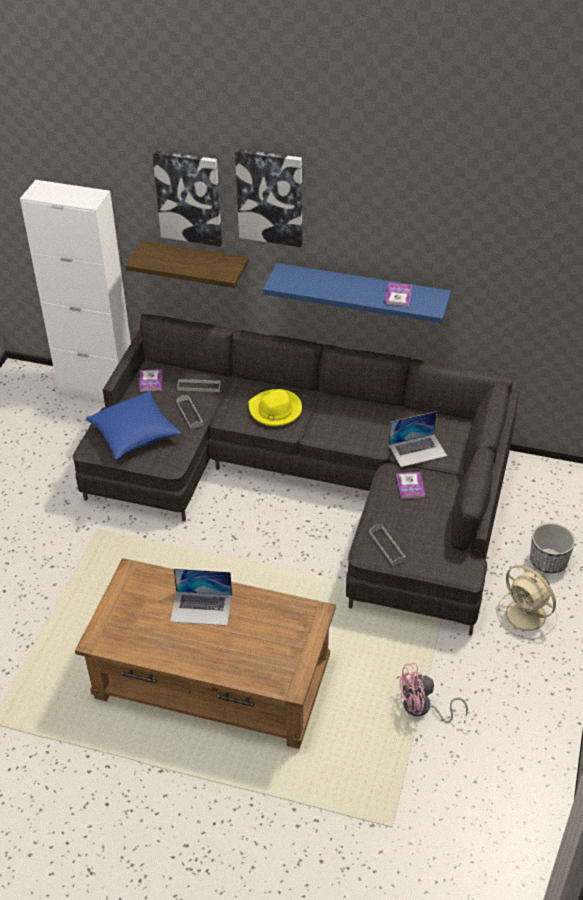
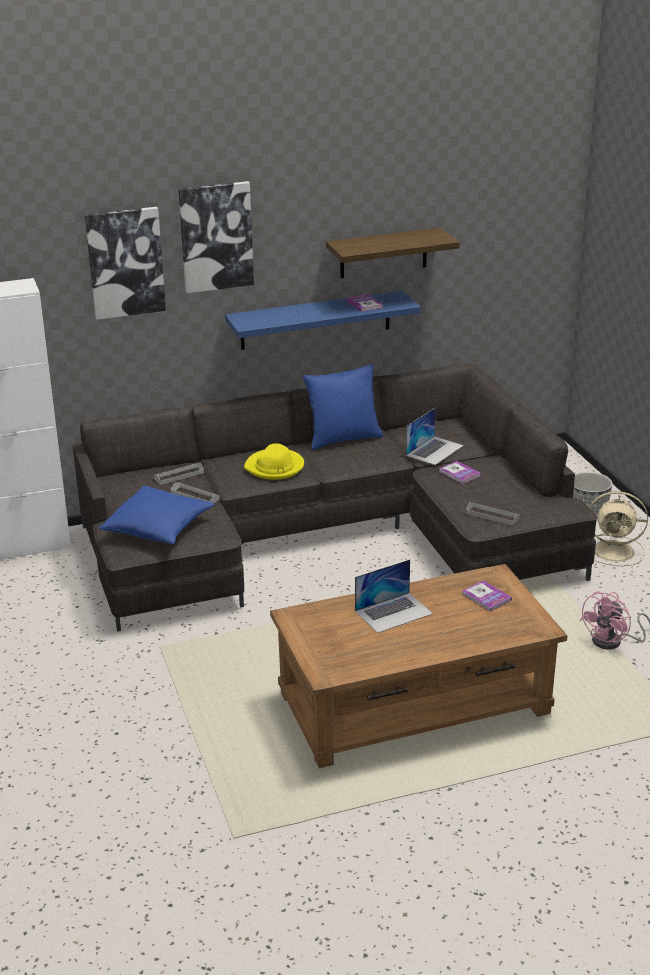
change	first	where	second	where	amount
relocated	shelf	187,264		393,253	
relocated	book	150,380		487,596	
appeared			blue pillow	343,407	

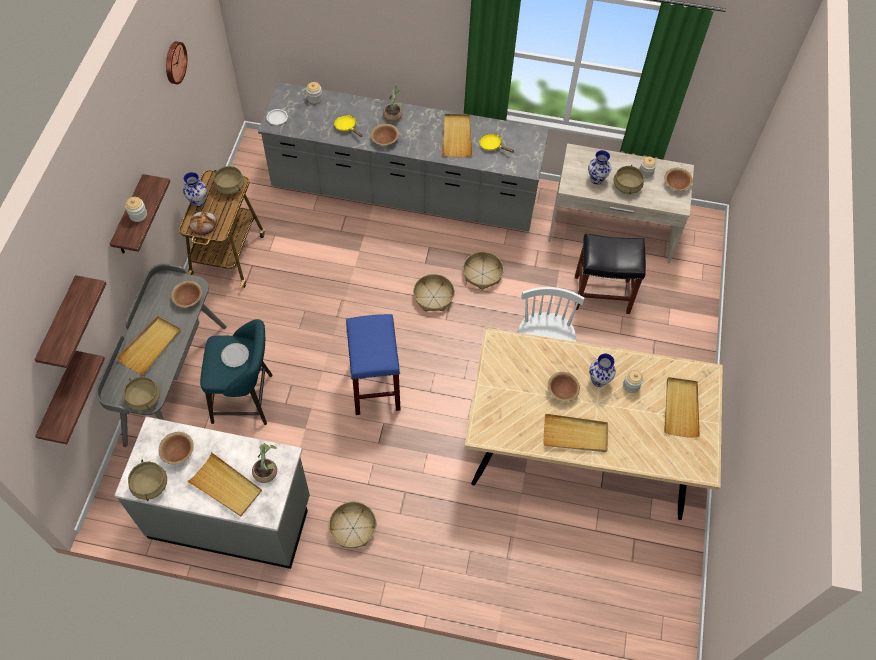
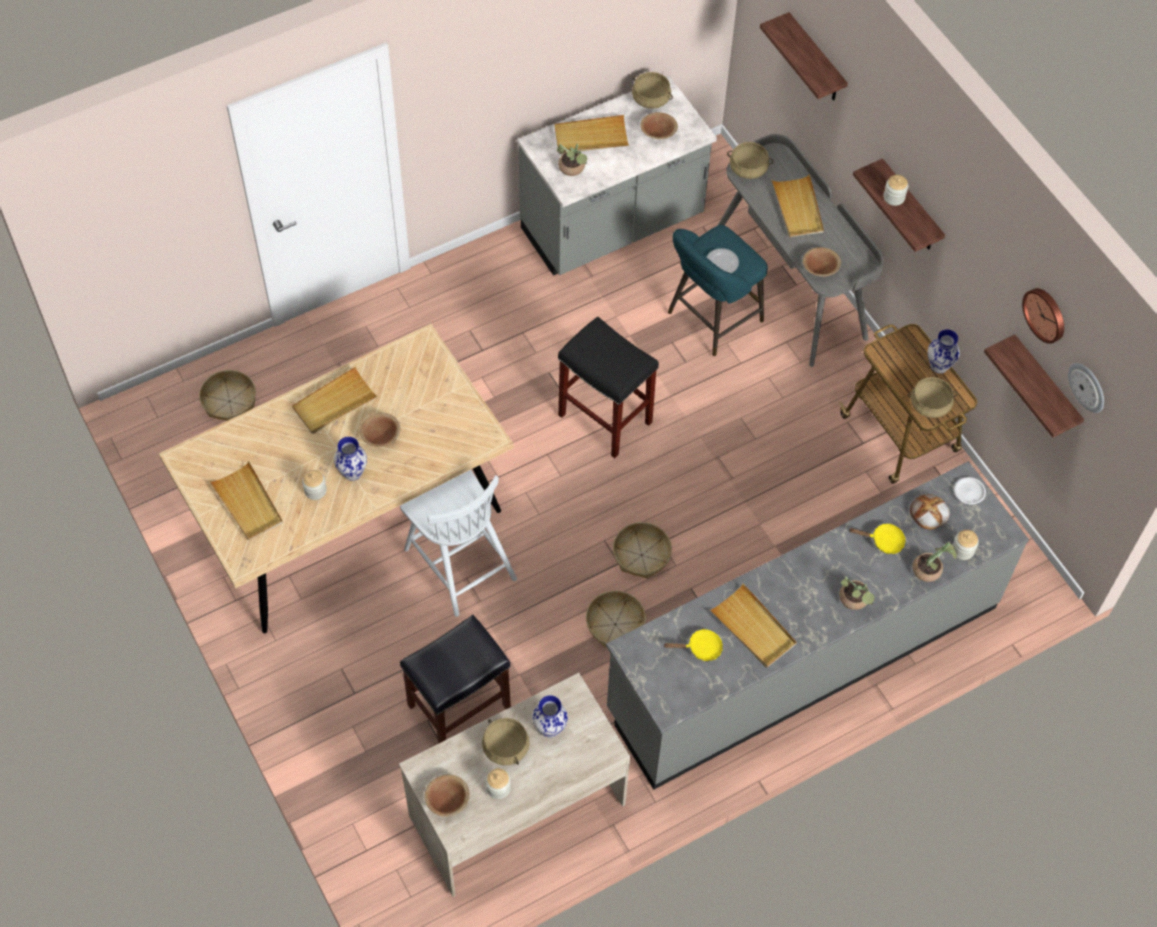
change	first	where	second	where	amount
missing	brown bowl	385,134			
relocated	bread	203,223		930,512	
colour	blue stool	373,364	black stool	608,387	
relocated	shelf	70,397		1034,386	
relocated	basket	352,525		227,395	
appeared			wall clock	1086,388	
appeared			potted plant	934,562	

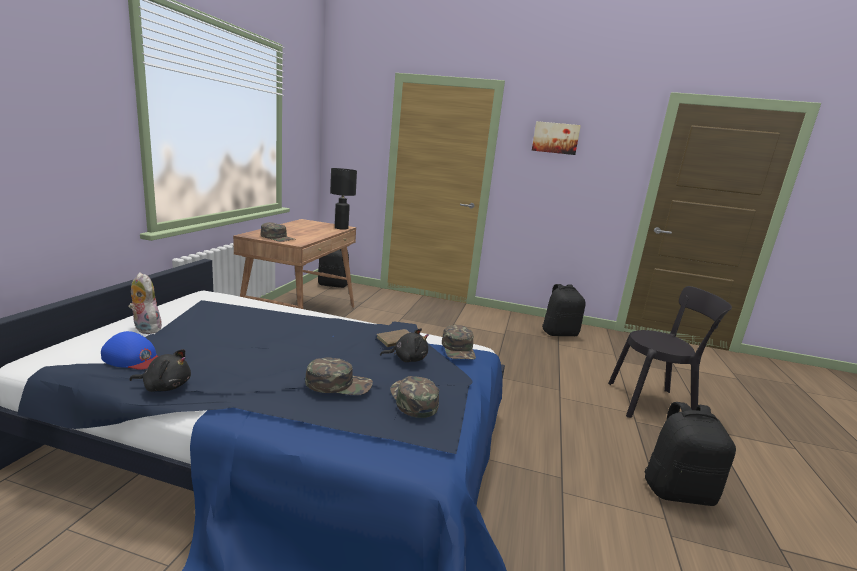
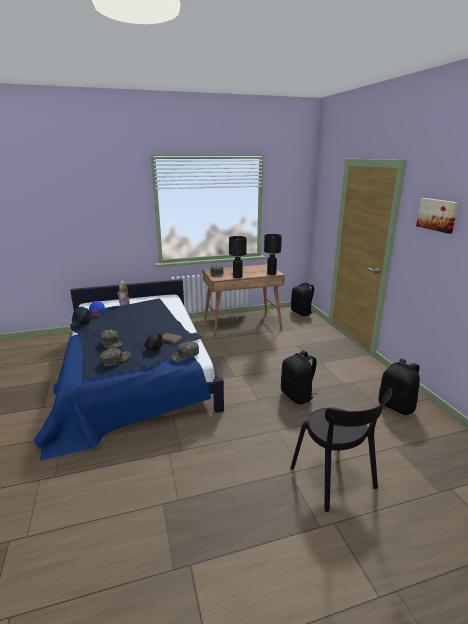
change	first	where	second	where	amount
relocated	black backpack	690,454		299,377	
appeared			black table lamp	238,257	

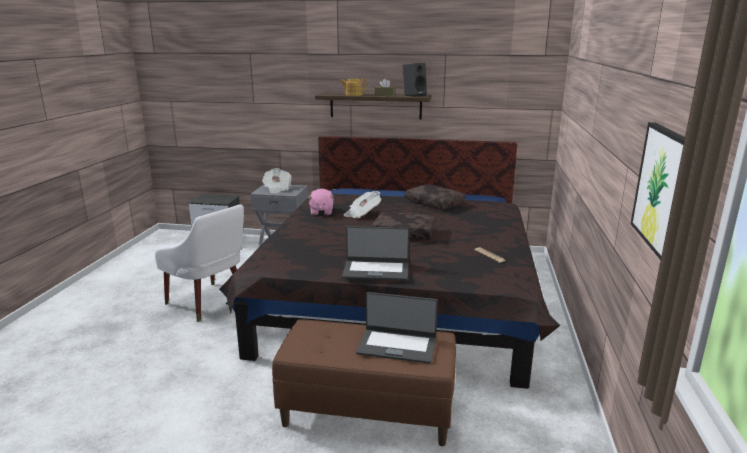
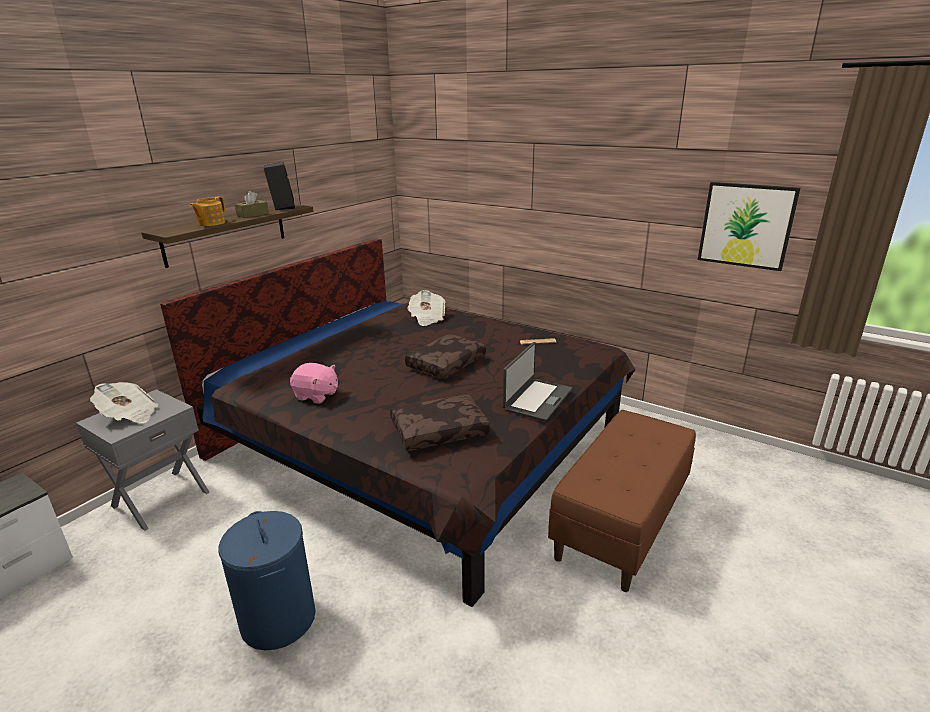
change	first	where	second	where	amount
relocated	brown pillow	435,196		440,422	
relocated	newspaper	362,204		426,308	
exchanged	white armchair	199,263	blue laundry basket	267,580	
missing	laptop	397,328			

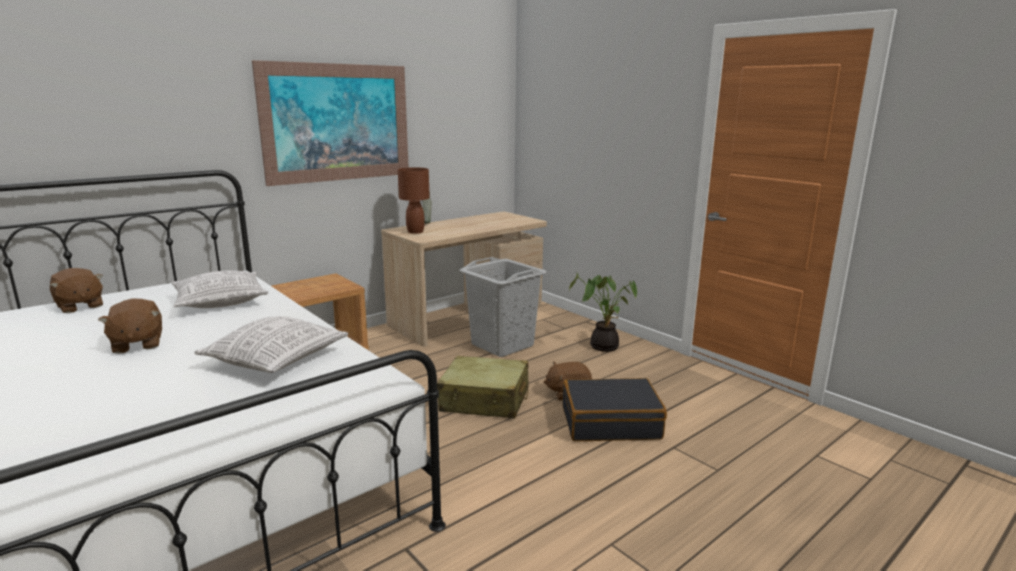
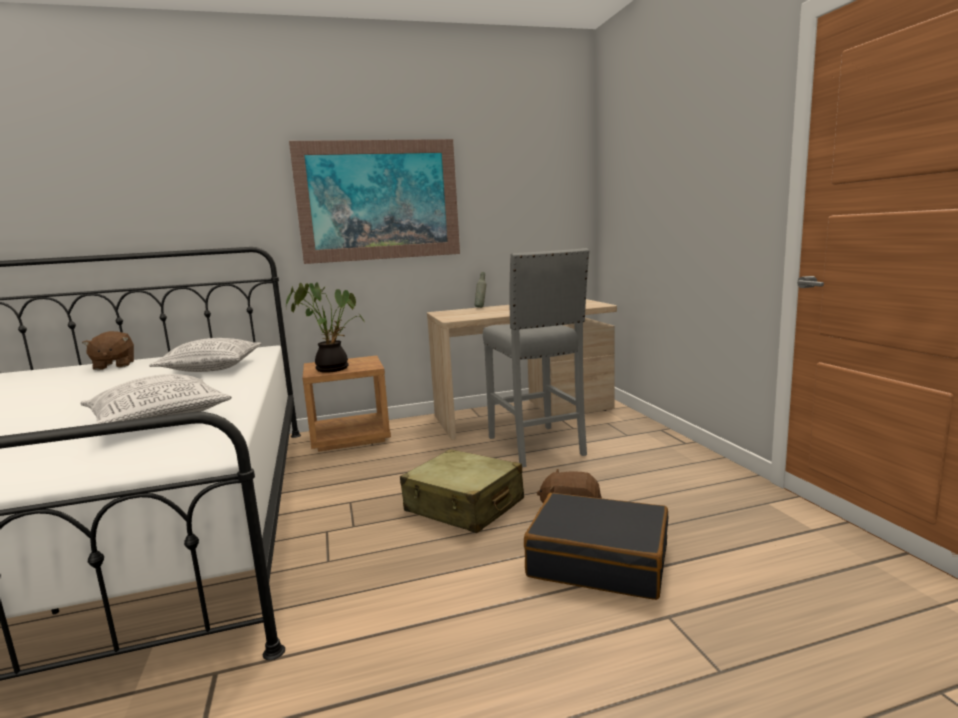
change	first	where	second	where	amount
missing	brown table lamp	414,200			
exchanged	grey laundry basket	503,307	grey stool	536,358	
relocated	potted plant	603,312		325,327	
missing	brown plush toy	130,326			

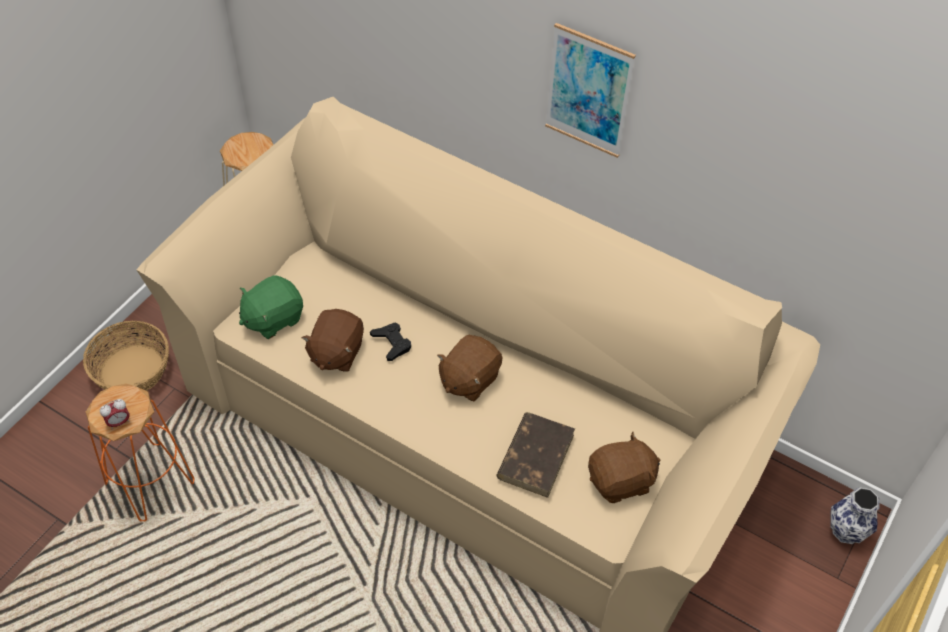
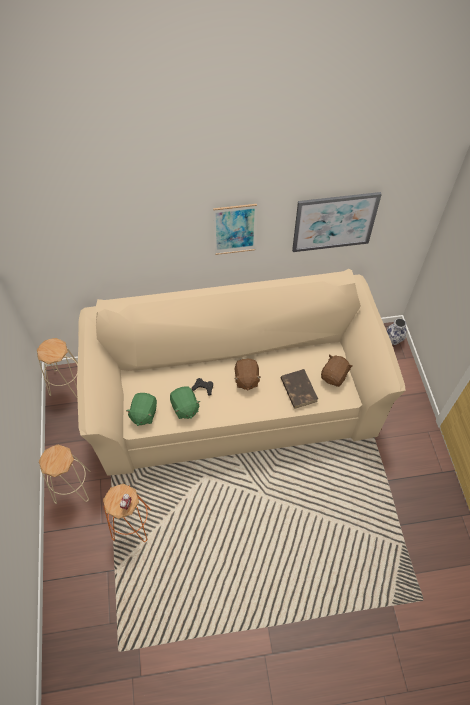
change	first	where	second	where	amount
colour	brown plush toy	333,340	green plush toy	185,402	
exchanged	basket	126,356	beige stool	64,474	
appeared			picture	337,222	

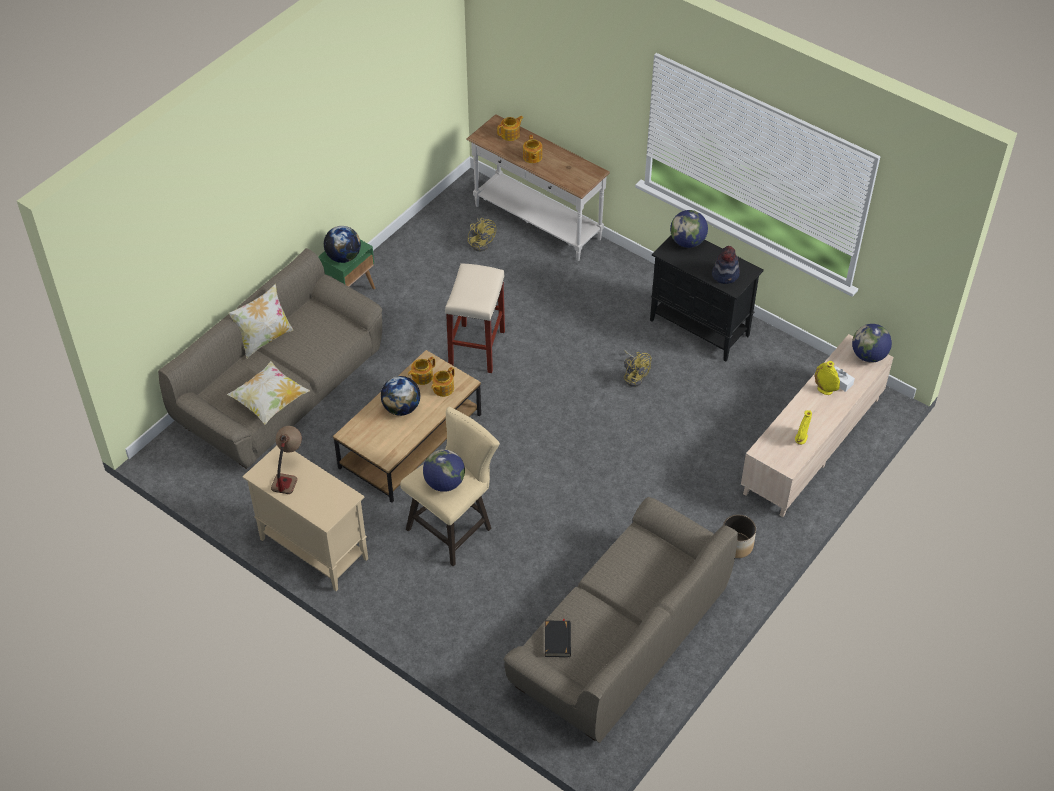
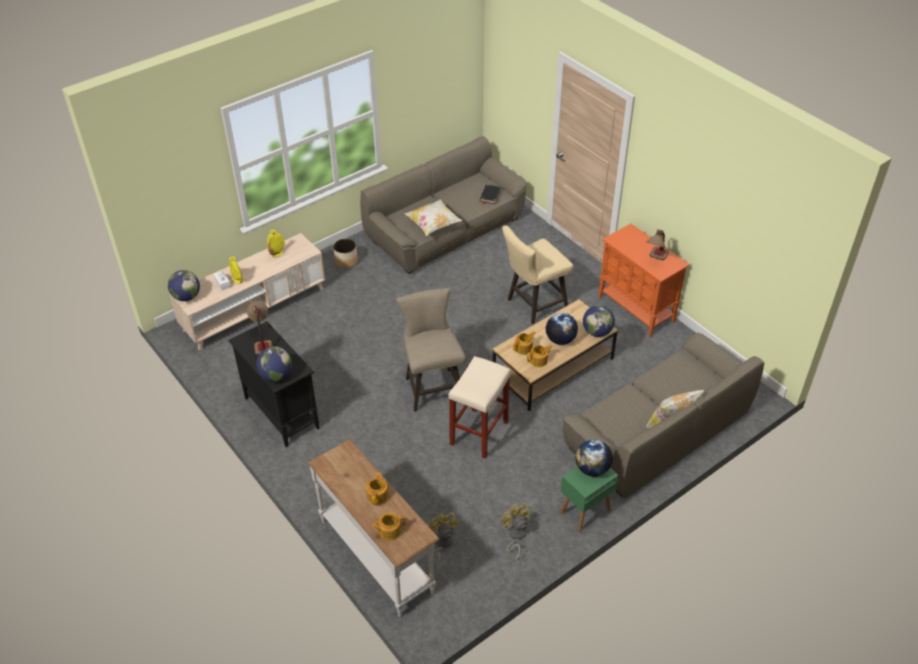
change	first	where	second	where	amount
exchanged	hat	726,265	table lamp	260,328	
relocated	yellow fan	638,368		516,531	
relocated	pillow	268,392		433,217	
colour	beige cabinet	305,518	orange cabinet	644,280	
relocated	globe	444,470		599,321	
appeared			beige stool	431,350	

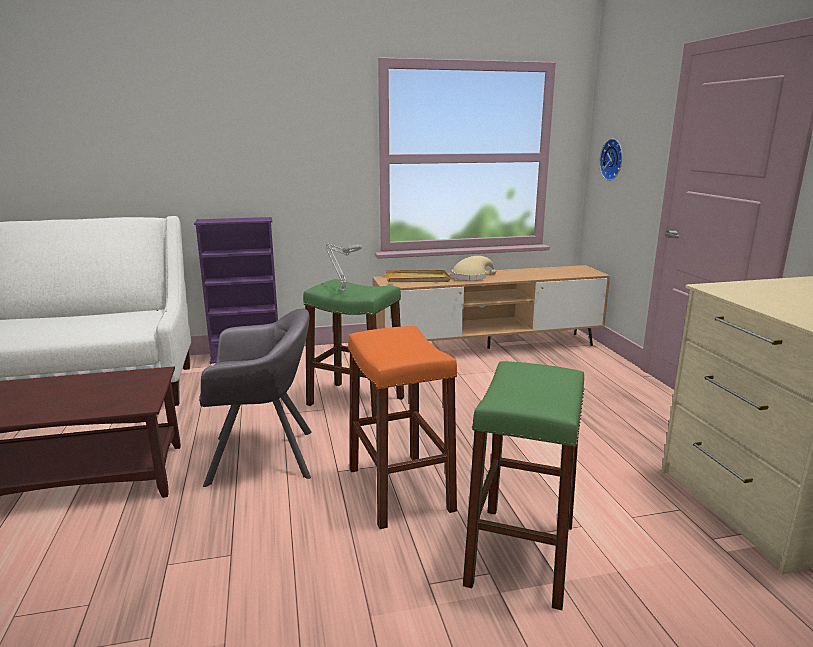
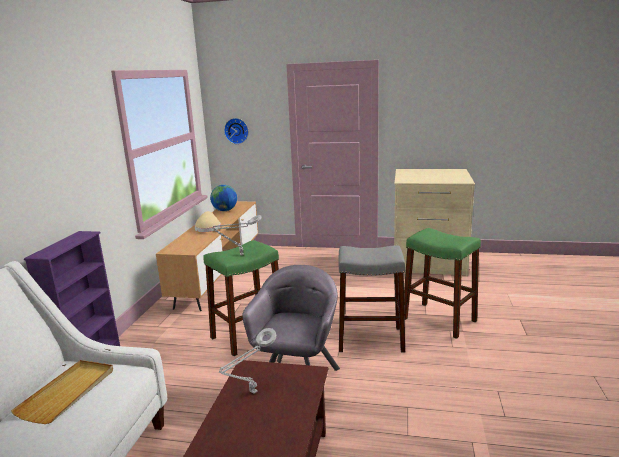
change	first	where	second	where	amount
relocated	beige tray	417,276		62,392	
colour	orange stool	402,427	grey stool	371,298	
appeared			globe	223,198	
appeared			grey table lamp	247,361	

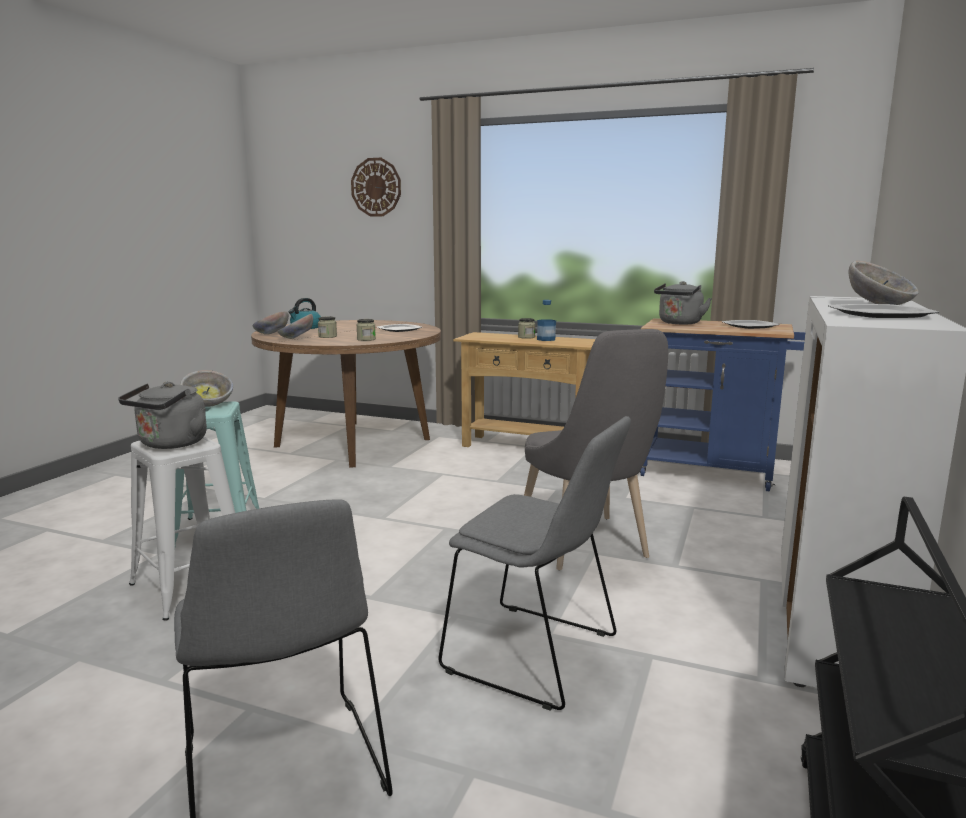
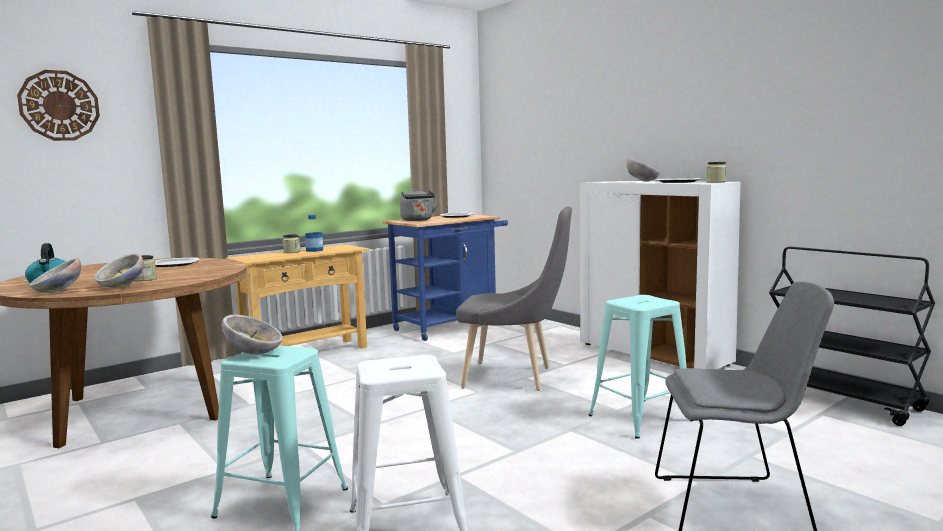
change	first	where	second	where	amount
relocated	jar	366,330		716,172	
missing	grey kettle	162,415			
exchanged	grey chair	534,563	turquoise stool	640,367	

